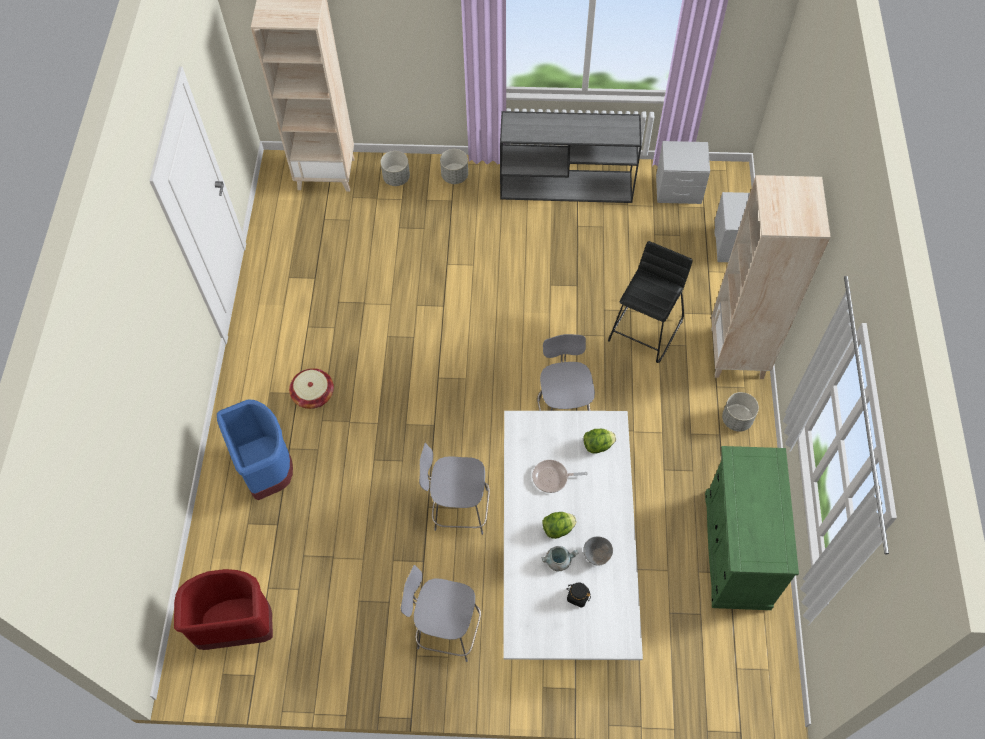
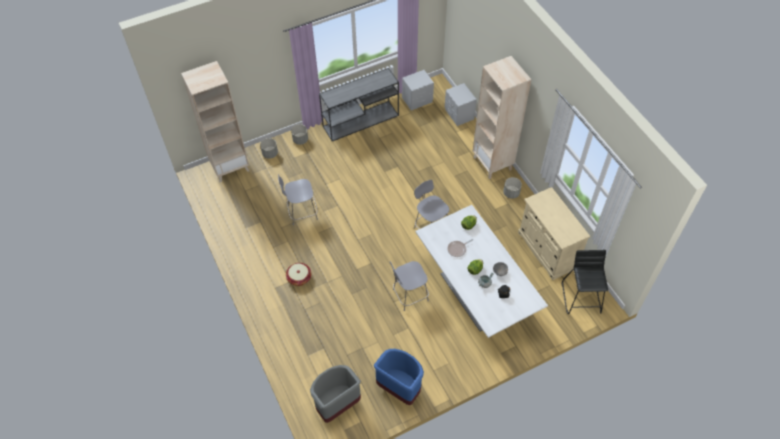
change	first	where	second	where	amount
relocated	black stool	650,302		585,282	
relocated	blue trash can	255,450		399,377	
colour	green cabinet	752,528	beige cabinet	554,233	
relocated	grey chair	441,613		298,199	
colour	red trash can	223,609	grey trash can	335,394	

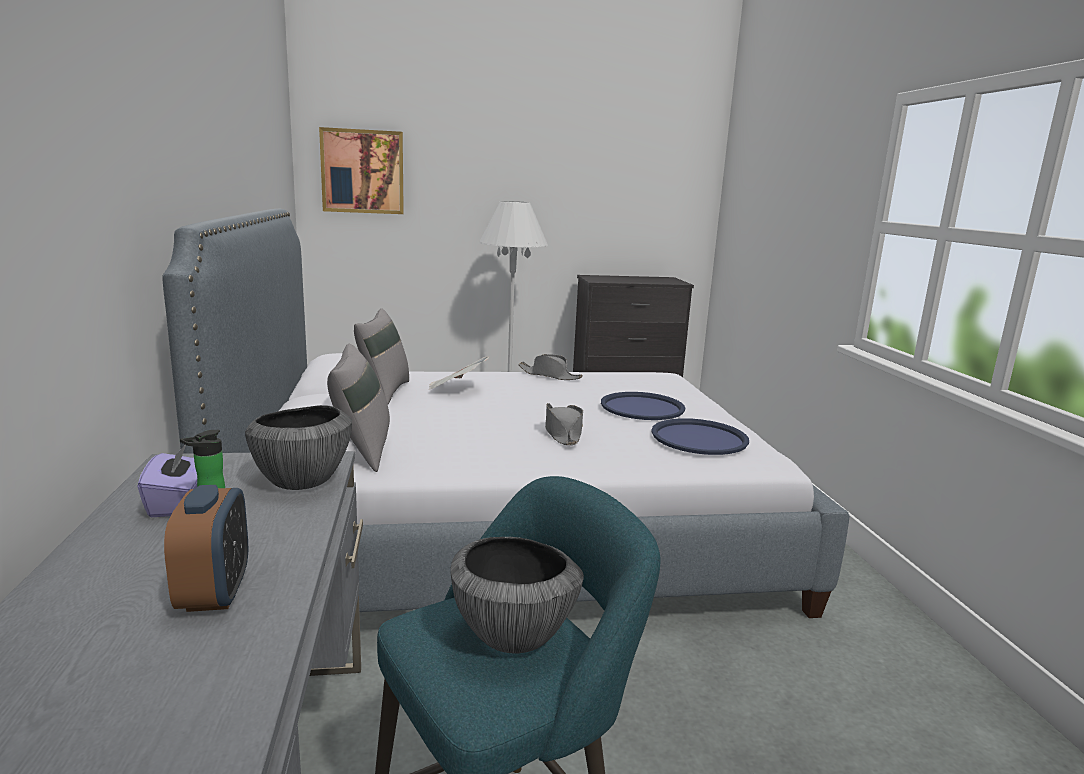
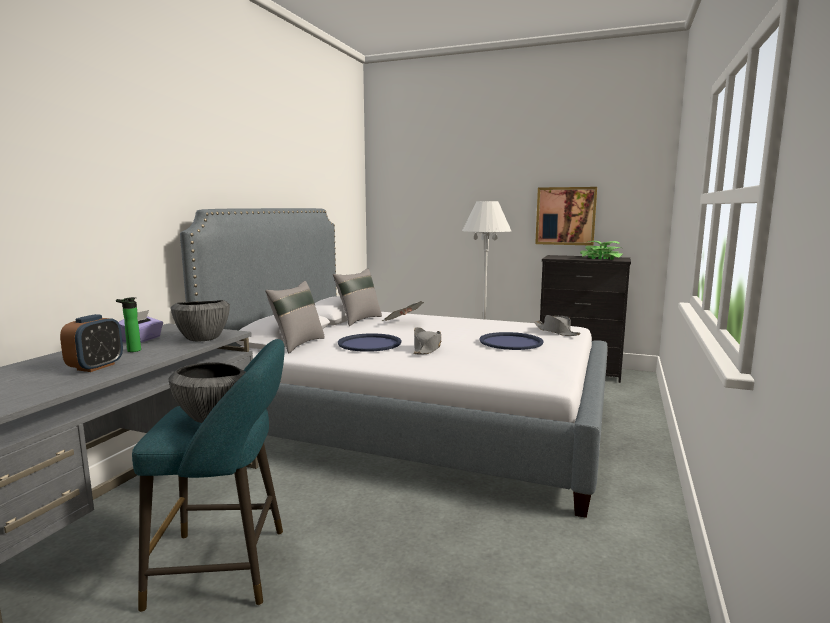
change	first	where	second	where	amount
relocated	picture	361,170		566,216	
relocated	grey hat	550,367		557,325	
relocated	blue tray	700,436		370,342	
appeared			potted plant	601,250	

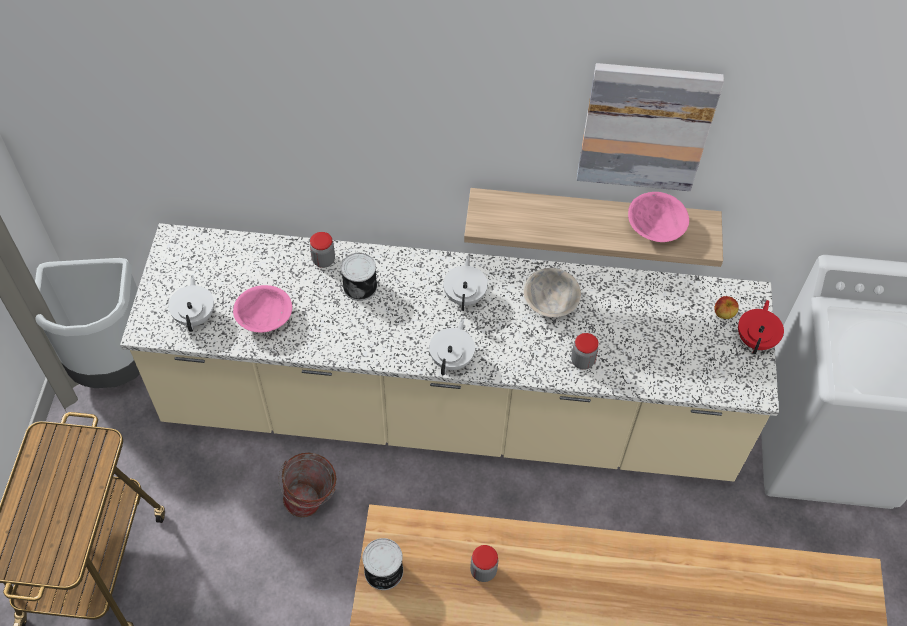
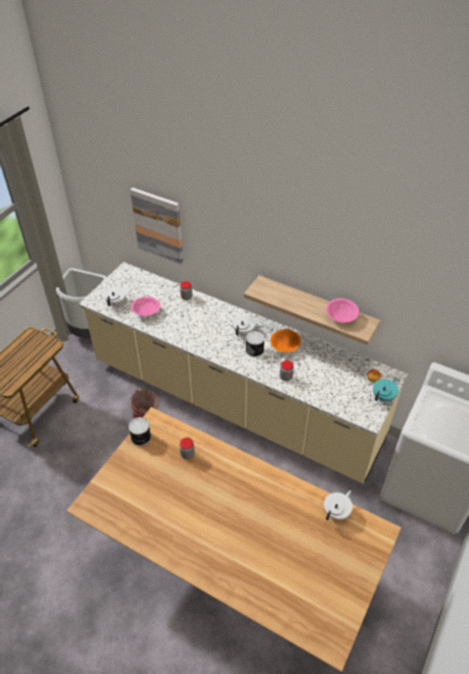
change	first	where	second	where	amount
relocated	picture	650,127		156,226	
relocated	can	359,277		255,344	
colour	beige bowl	552,292	orange bowl	285,341	
colour	red teapot	761,327	turquoise teapot	386,389	
relocated	white teapot	452,347		338,505	

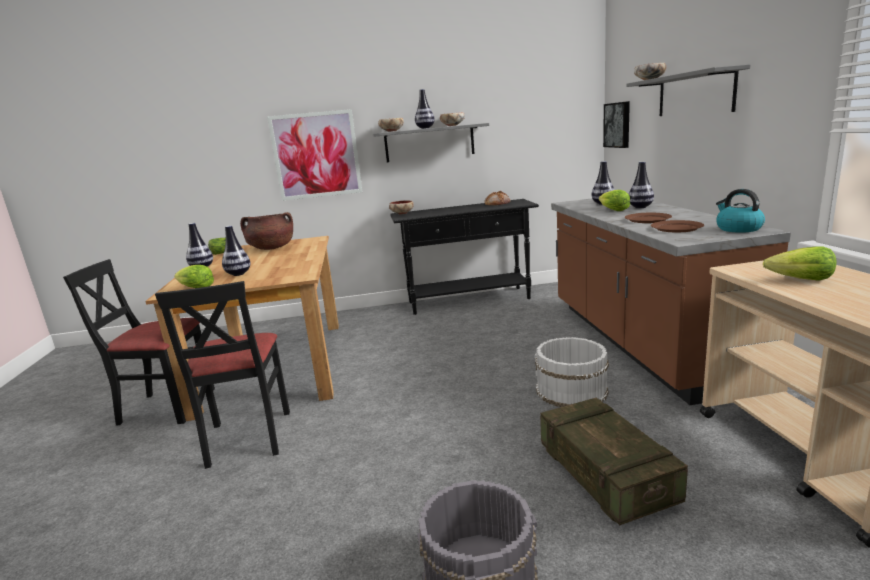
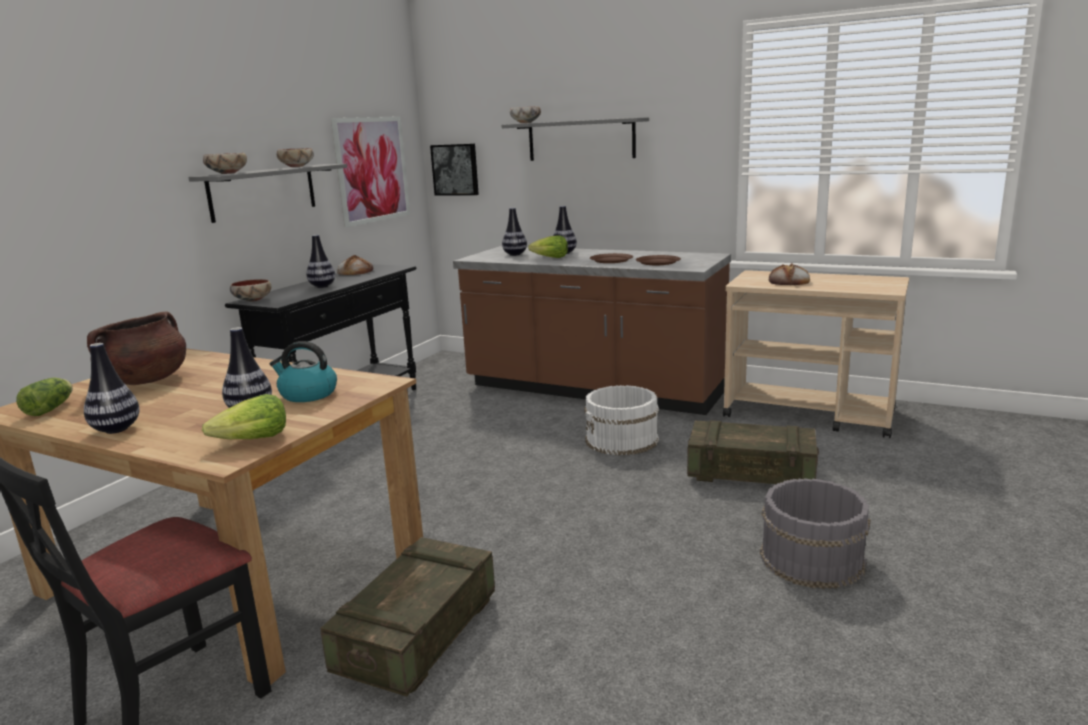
change	first	where	second	where	amount
relocated	vase	425,109		320,261	
relocated	picture	314,155		370,172	
relocated	kettle	740,211		303,371	
exchanged	lettuce	799,263	bread	789,274	
exchanged	black chair	222,375	crate	407,617	

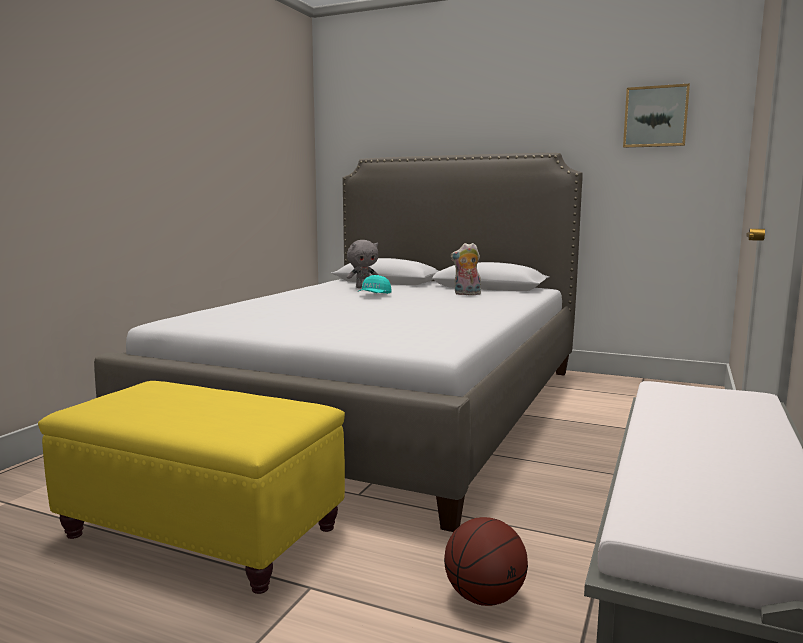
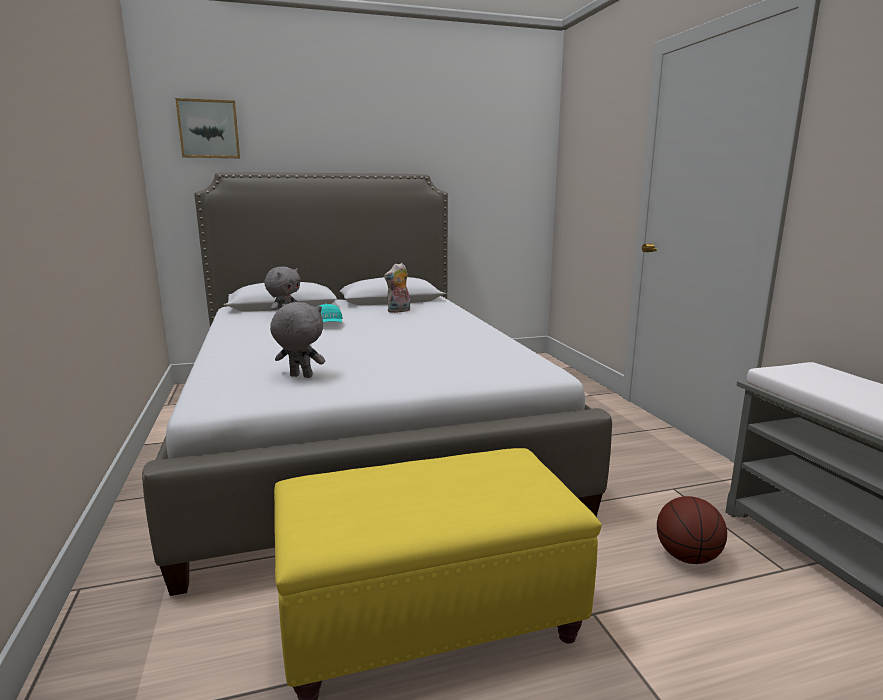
change	first	where	second	where	amount
relocated	picture	656,115		207,128	
appeared			grey plush toy	297,340	

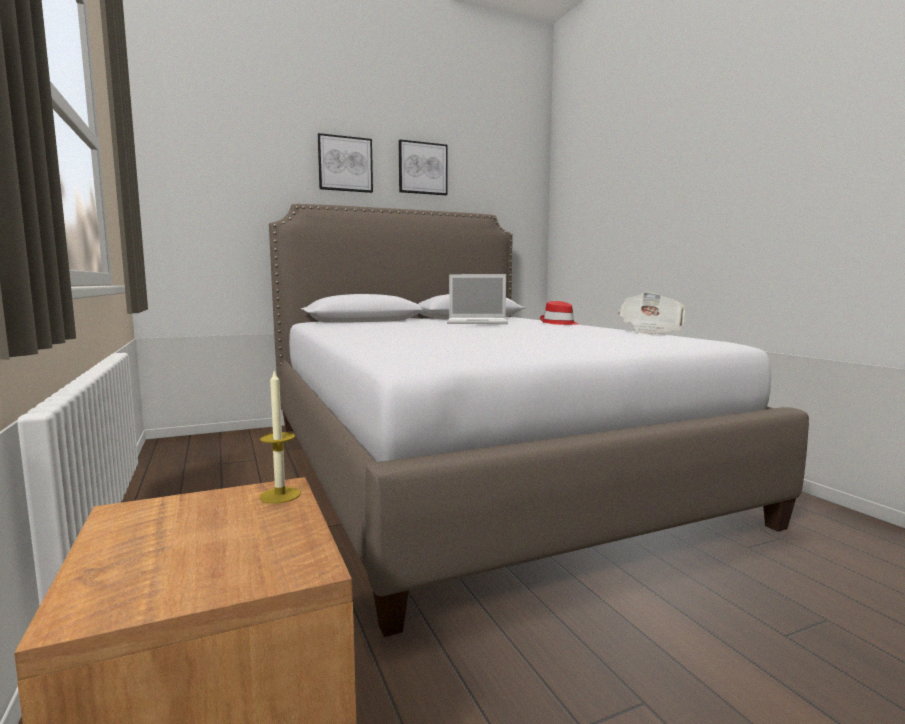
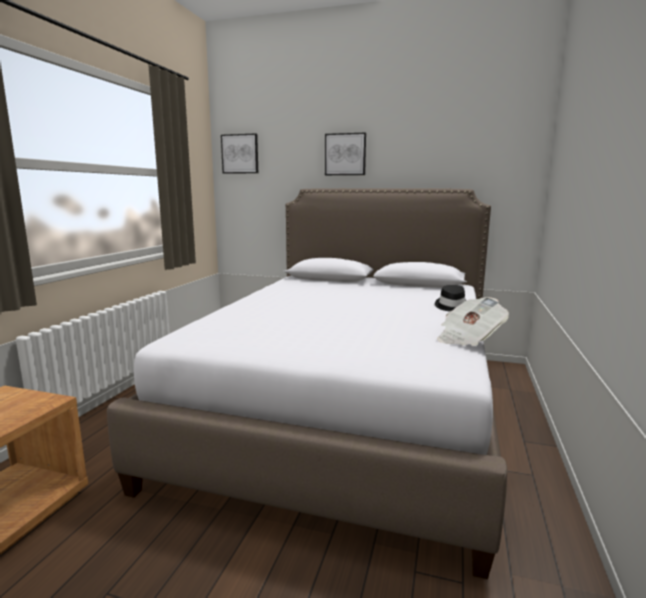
change	first	where	second	where	amount
relocated	picture	423,167		239,153	
missing	laptop	477,299			
colour	red hat	559,313	black hat	450,298	
missing	candle	280,436			

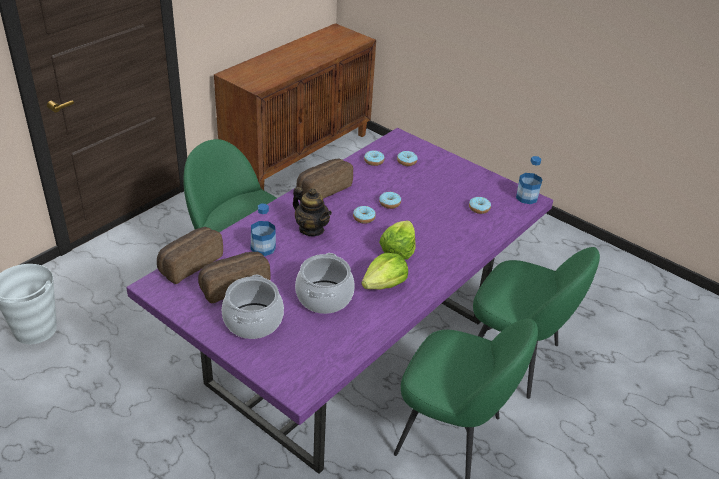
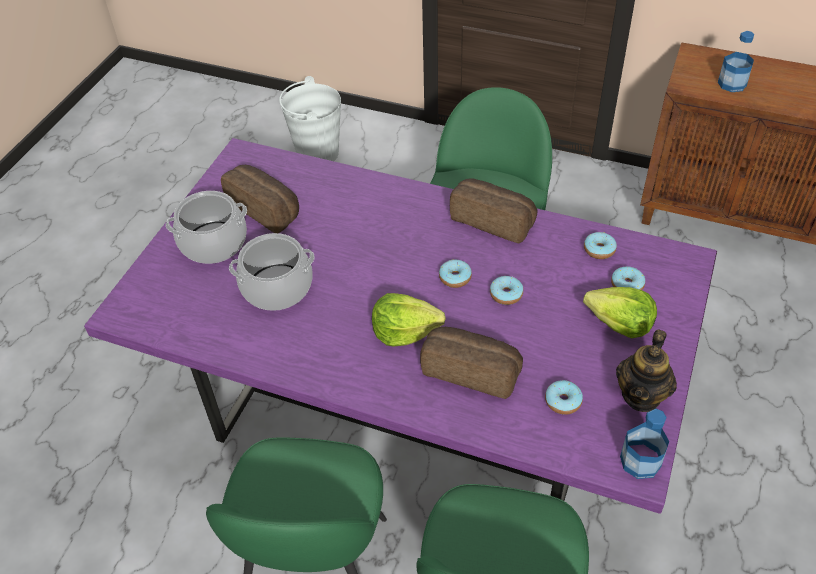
change	first	where	second	where	amount
relocated	teapot	312,211		646,370	
relocated	bottle	263,230		736,61	
relocated	bread	190,255		471,363	
relocated	lettuce	384,271		620,313	

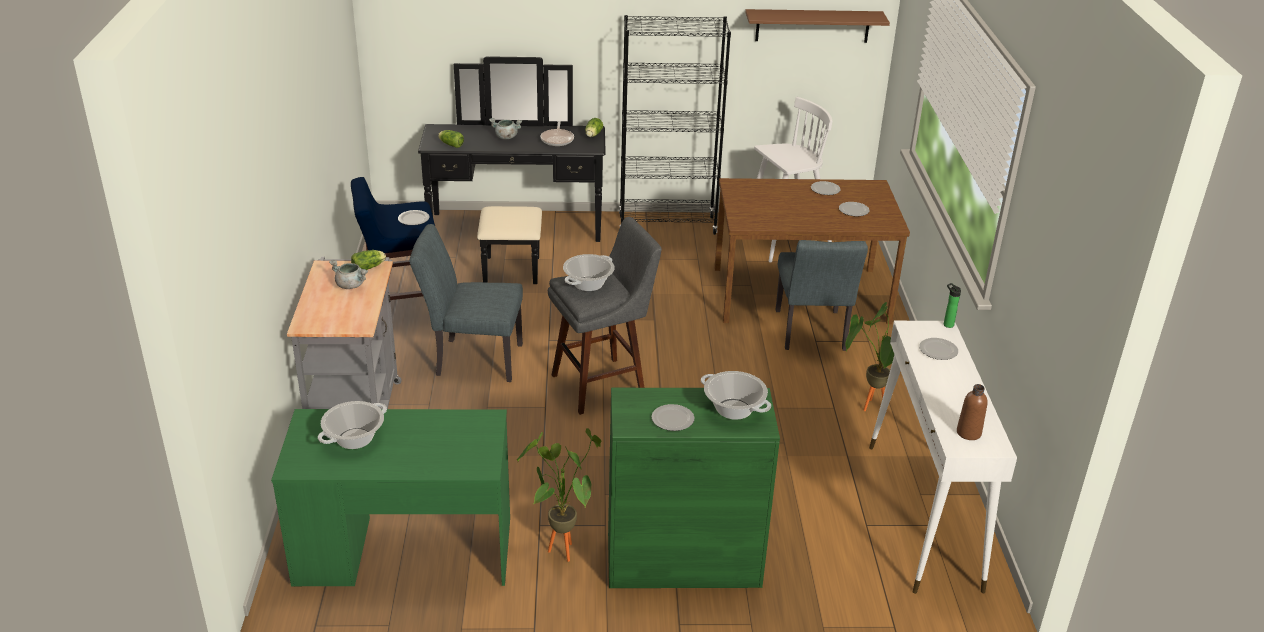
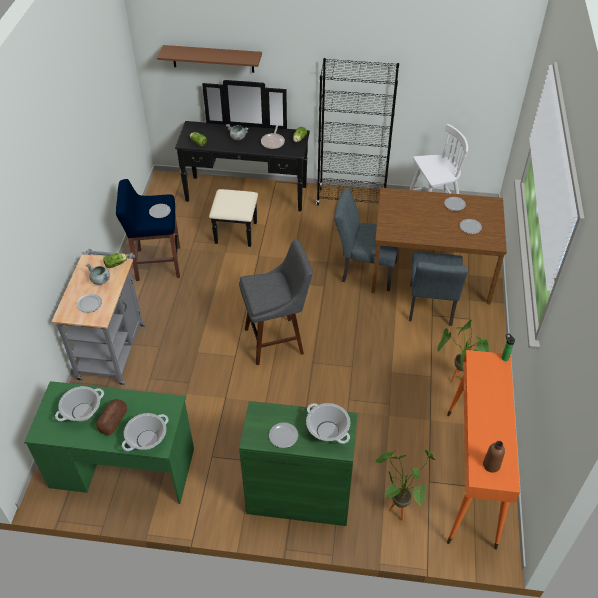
change	first	where	second	where	amount
relocated	brown shelf	817,26		209,59	
relocated	grey chair	466,303		366,239	
relocated	cooking pot	589,272		145,432	
colour	white console table	943,457	orange console table	483,450	
relocated	plate	938,349		89,303	
relocated	potted plant	559,495		405,484	
appeared			bread	111,417	

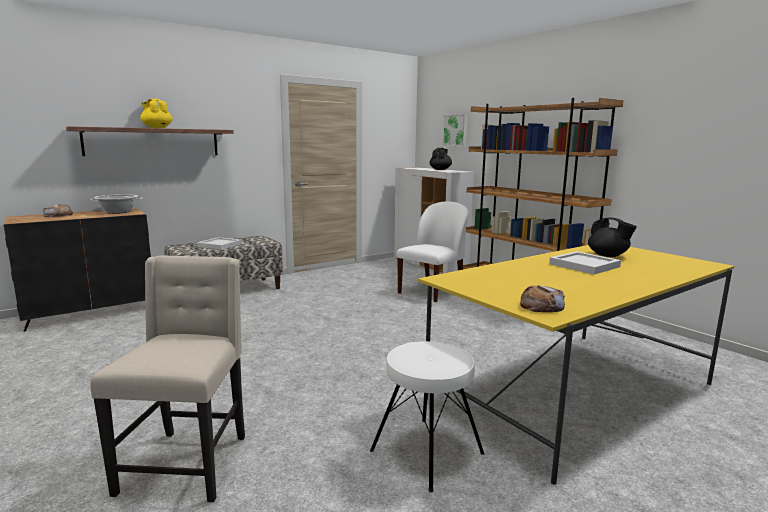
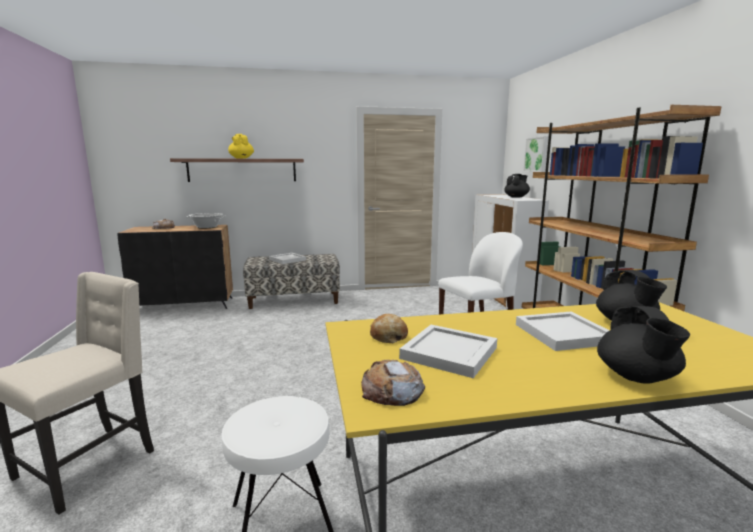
change	first	where	second	where	amount
appeared			black teapot	643,345	
appeared			bread	389,328	
appeared			white tray	448,351	

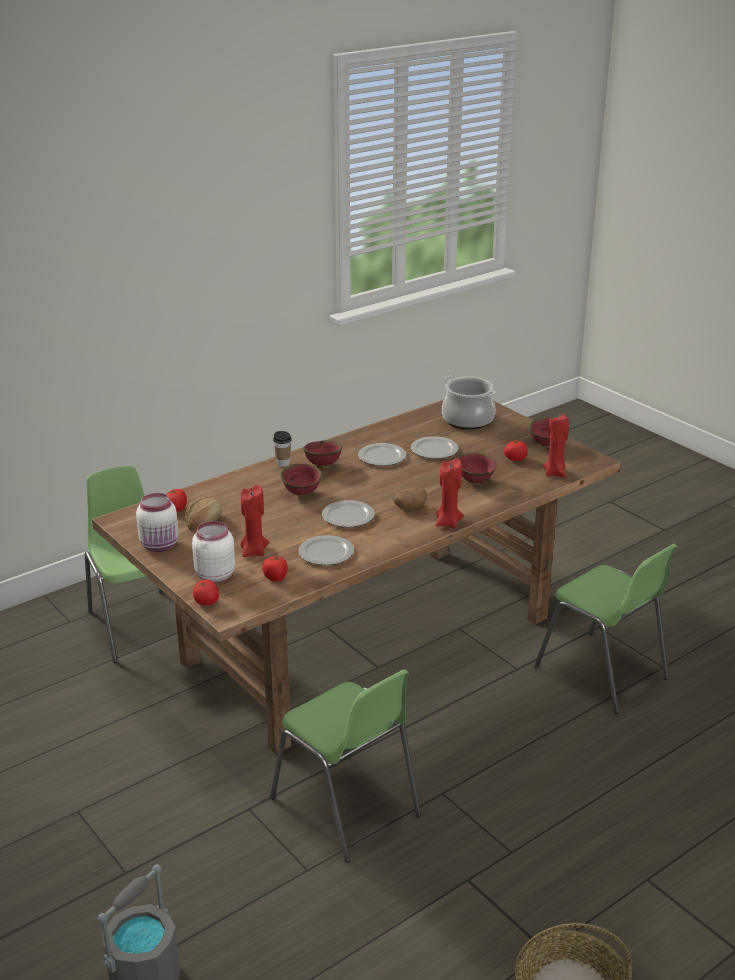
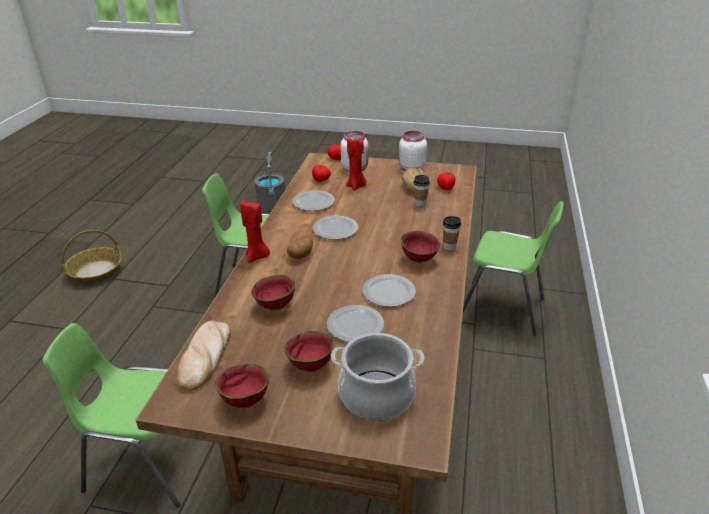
change	first	where	second	where	amount
exchanged	red candle	556,446	bread	204,356	
missing	tomato	516,450			
relocated	red bowl	301,479		309,351	
appeared			cup	421,191	

